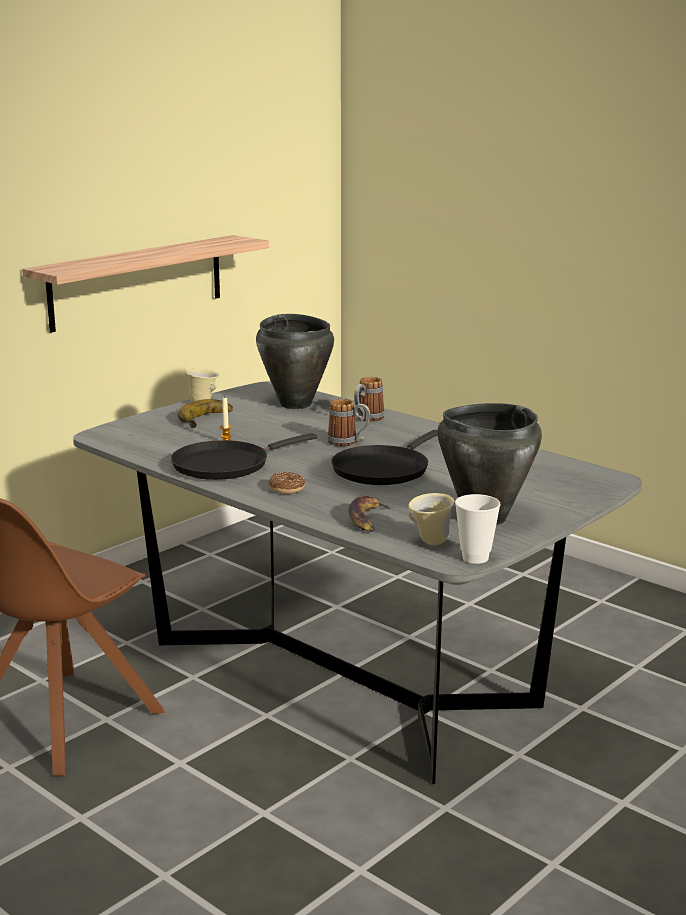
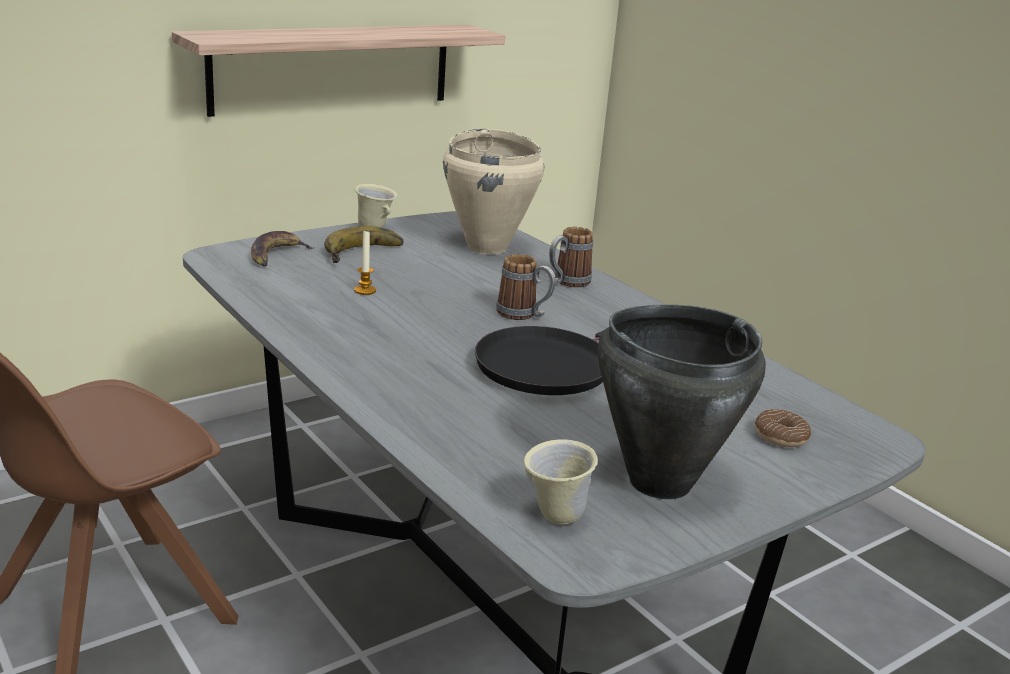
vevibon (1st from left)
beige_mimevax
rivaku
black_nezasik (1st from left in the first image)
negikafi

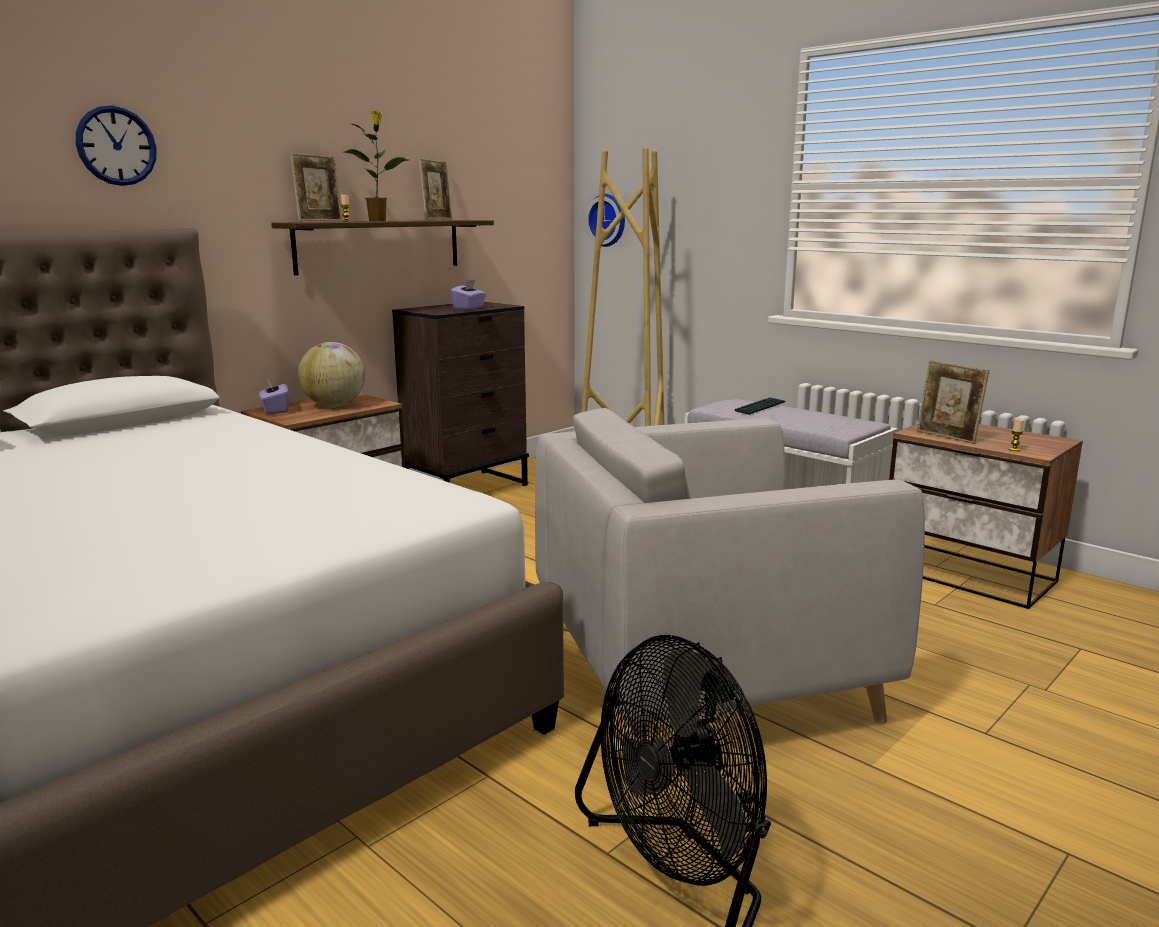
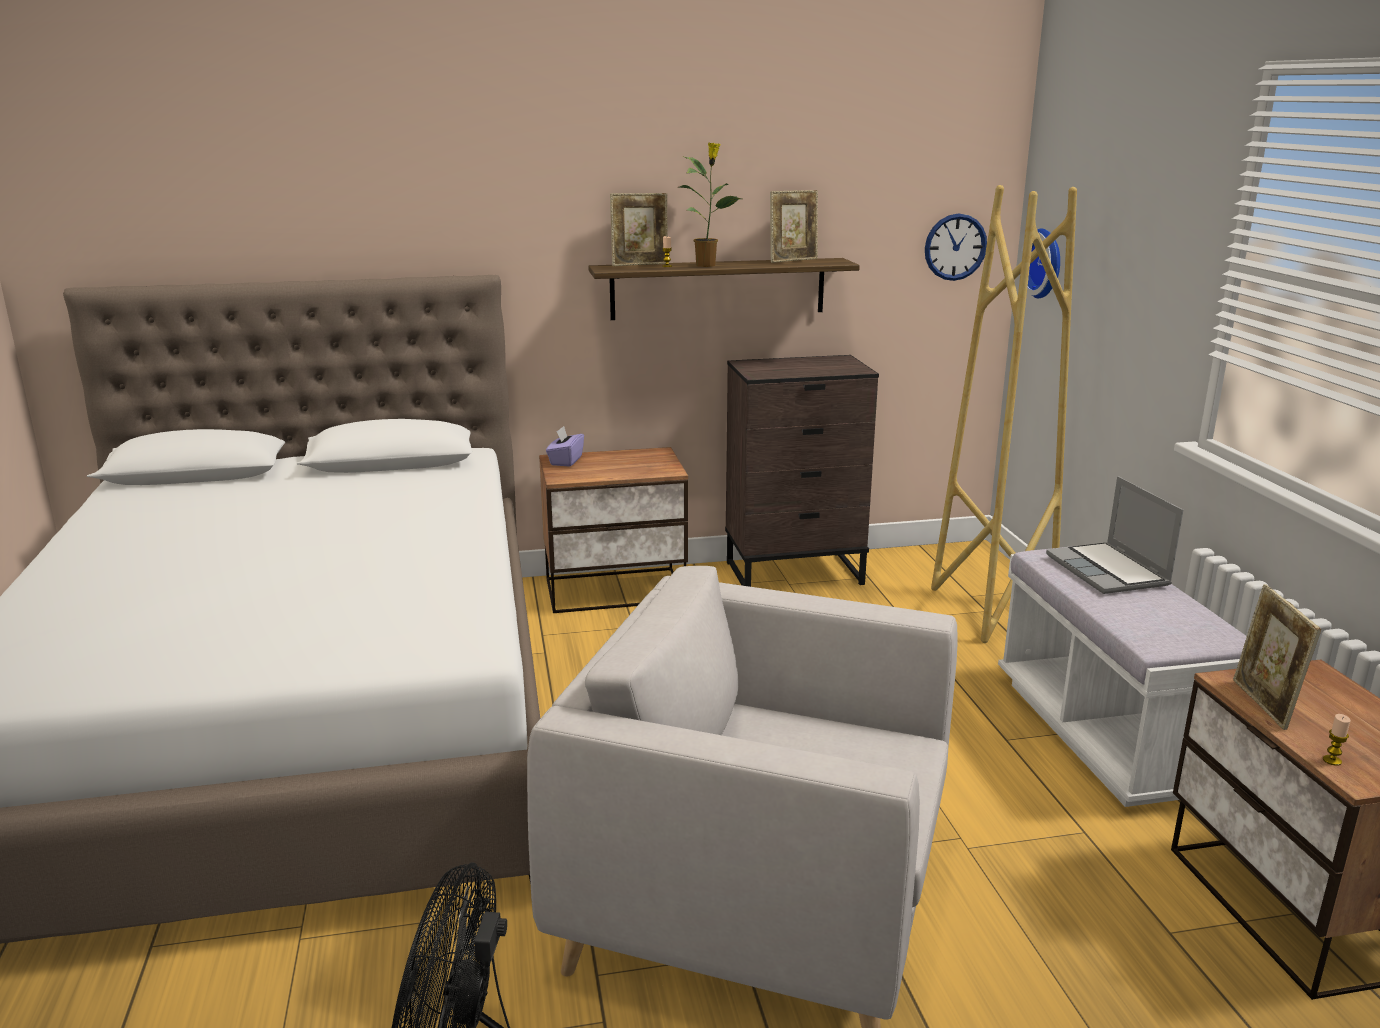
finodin (1st from left)
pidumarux
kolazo
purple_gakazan (2nd from left in the first image)

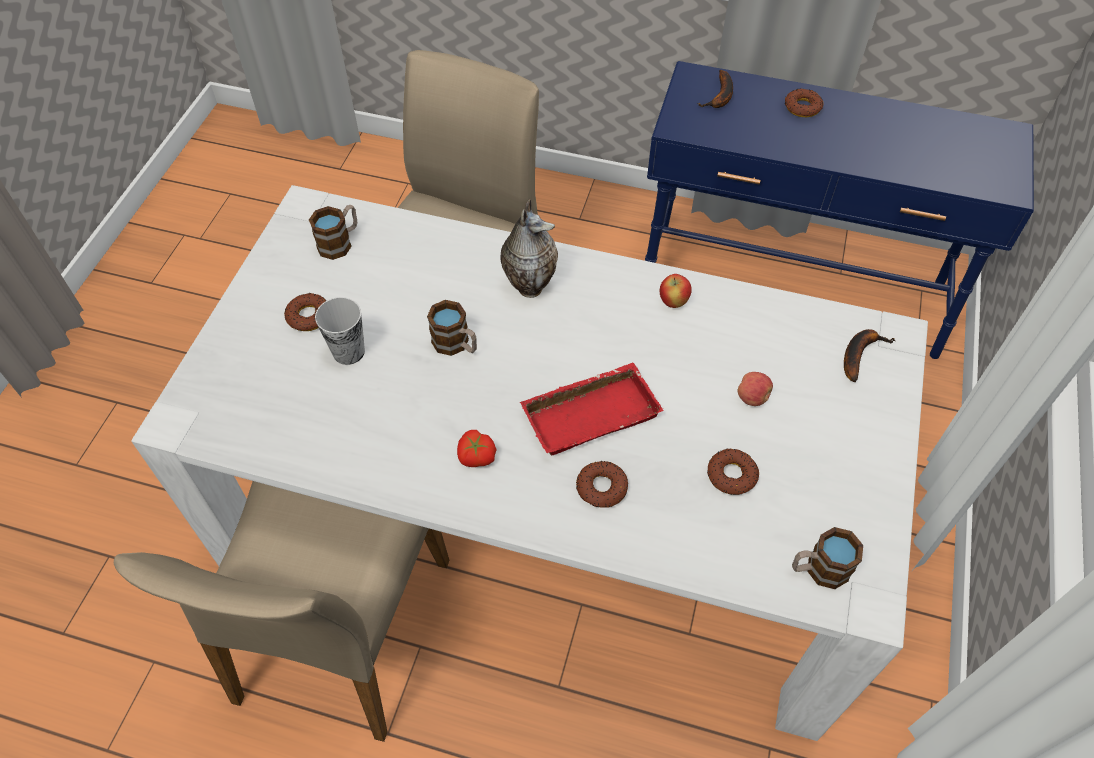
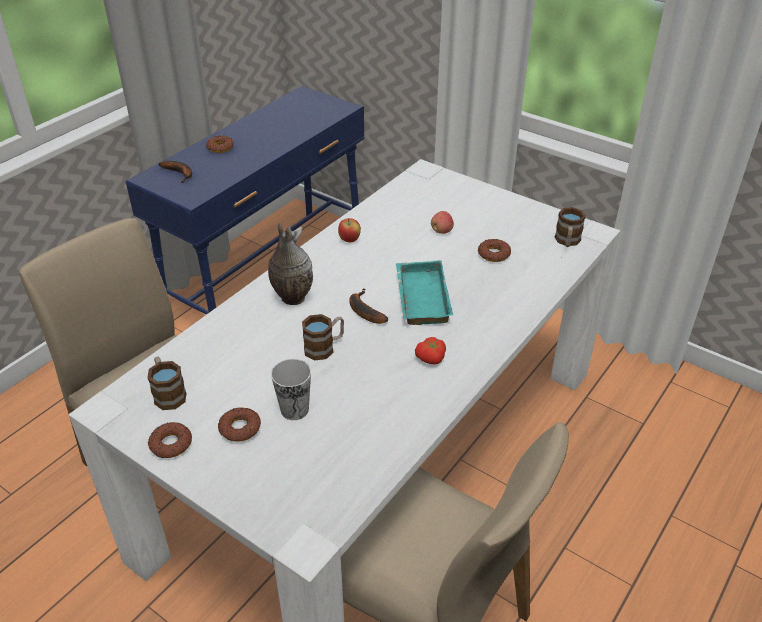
rivaku (1st from left)
vevibon (2nd from left)
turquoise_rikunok

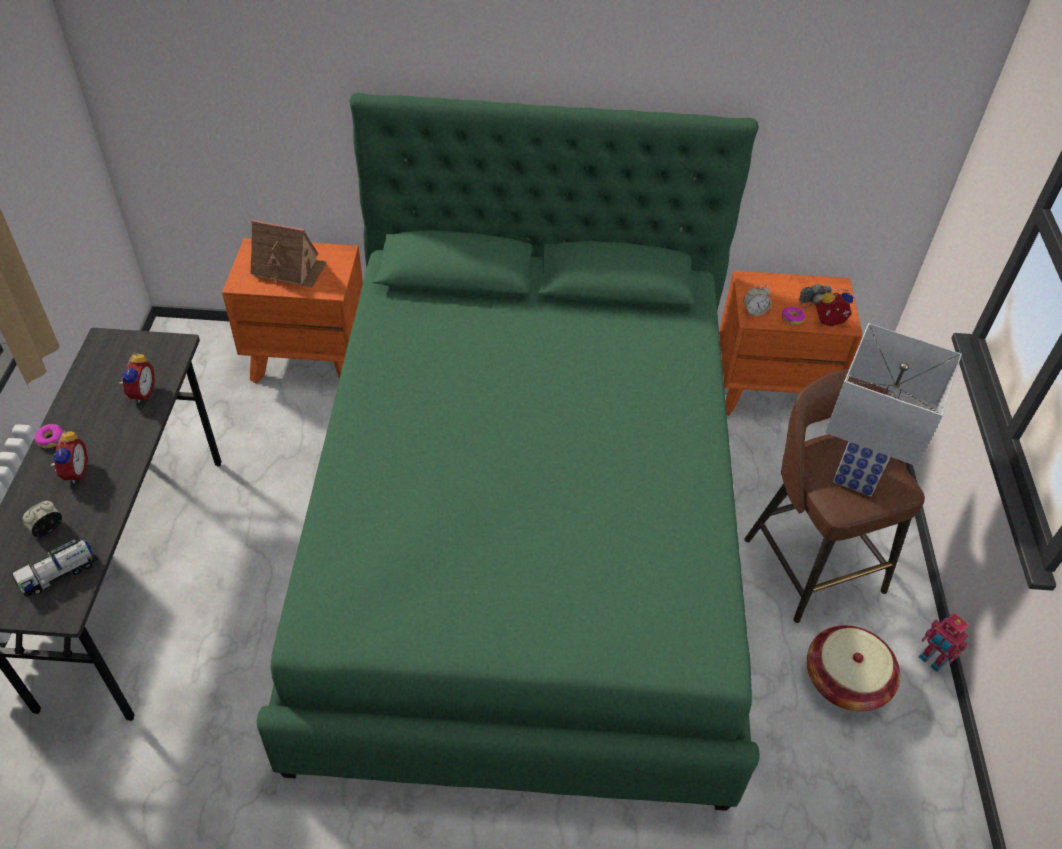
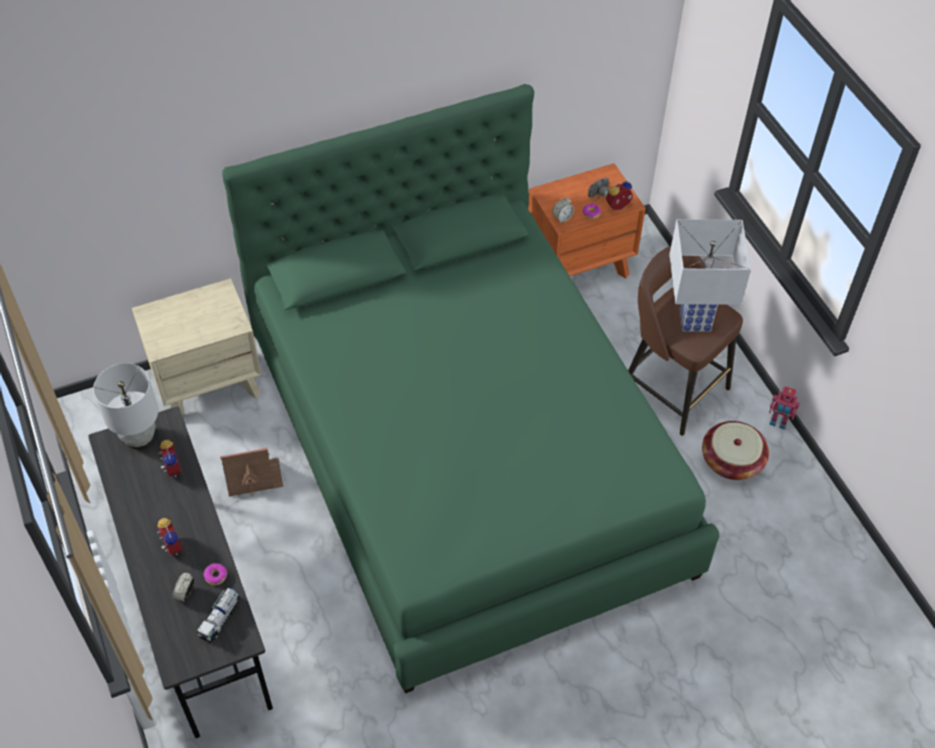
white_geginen (1st from left)
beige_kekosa
rivaku (1st from left)
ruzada

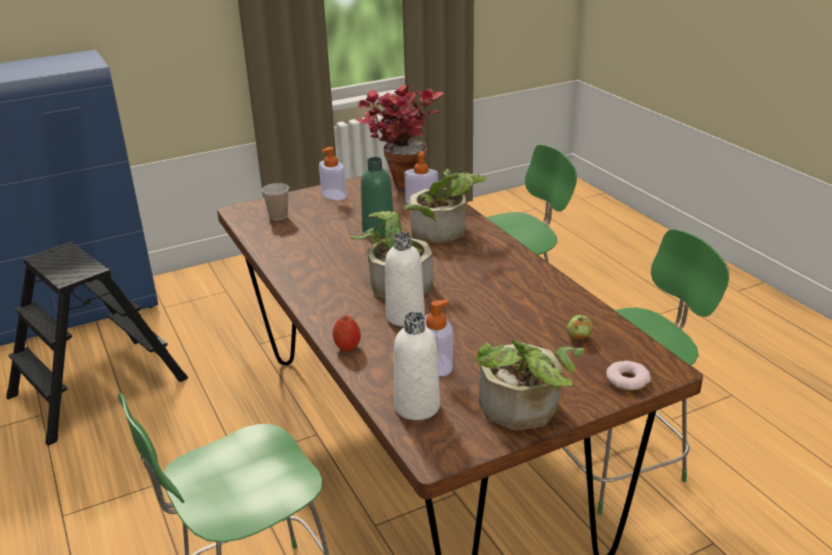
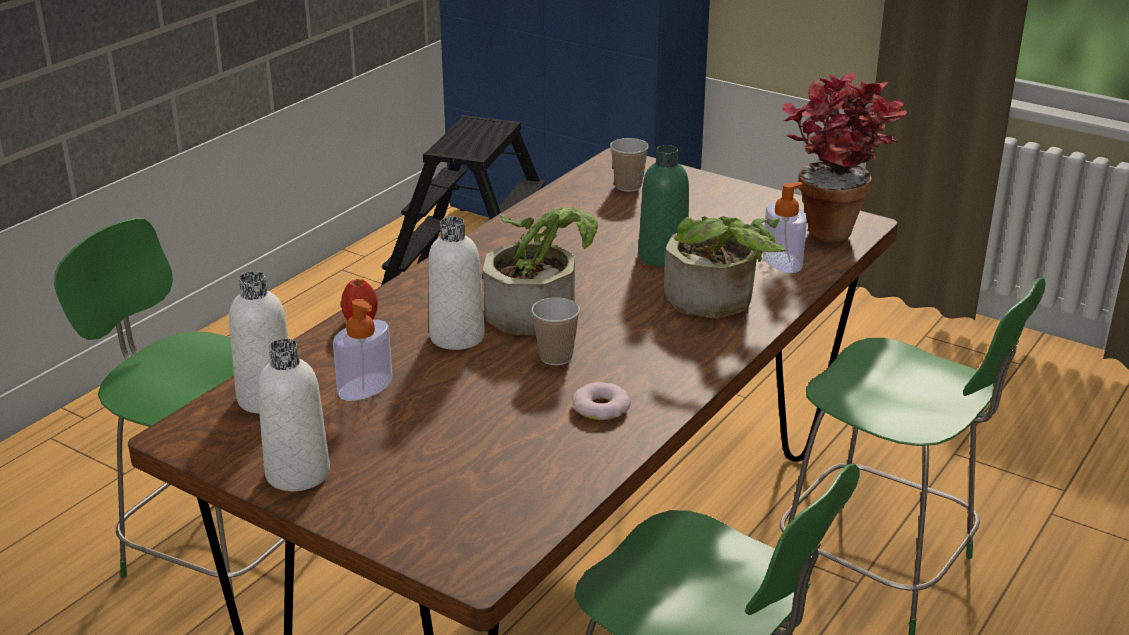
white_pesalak (2nd from left)
negikafi (1st from left)
rivaku
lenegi (1st from left in the first image)
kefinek (2nd from left in the first image)

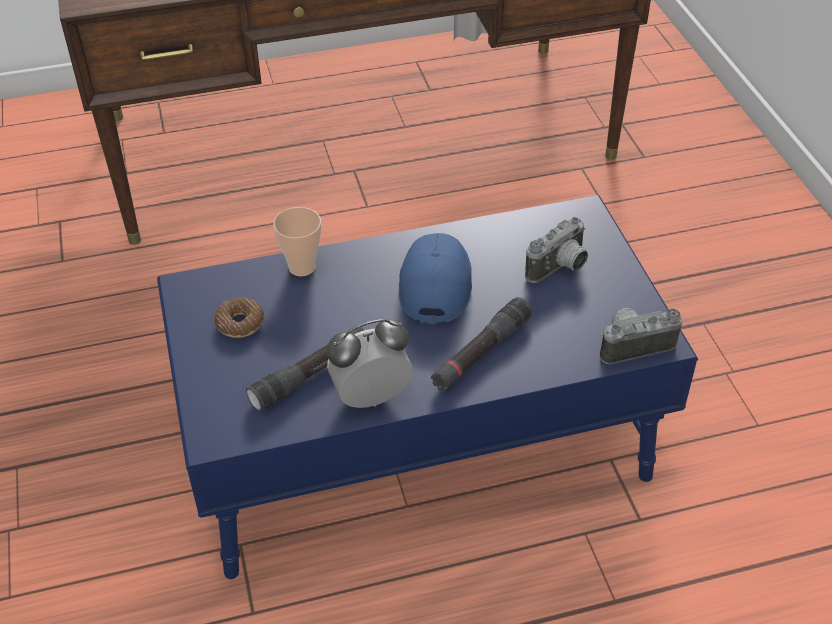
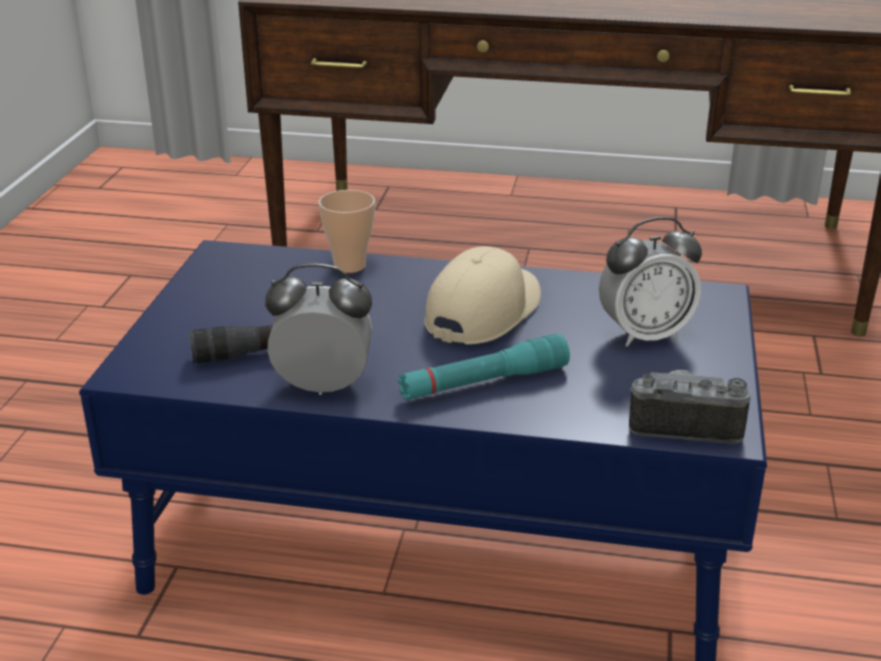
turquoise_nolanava
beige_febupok
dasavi (2nd from left)
rivaku

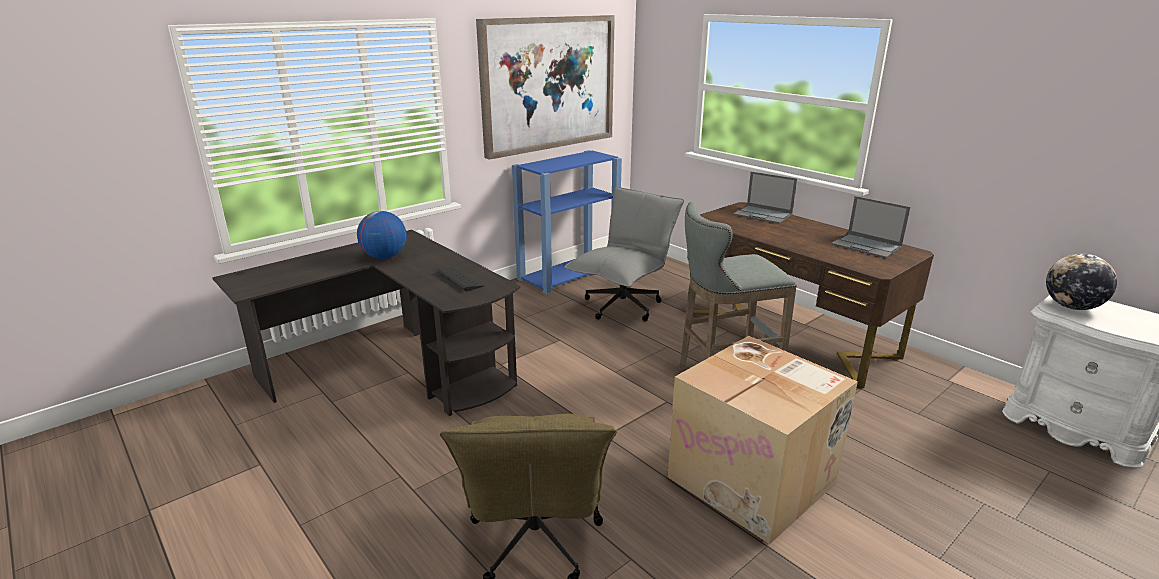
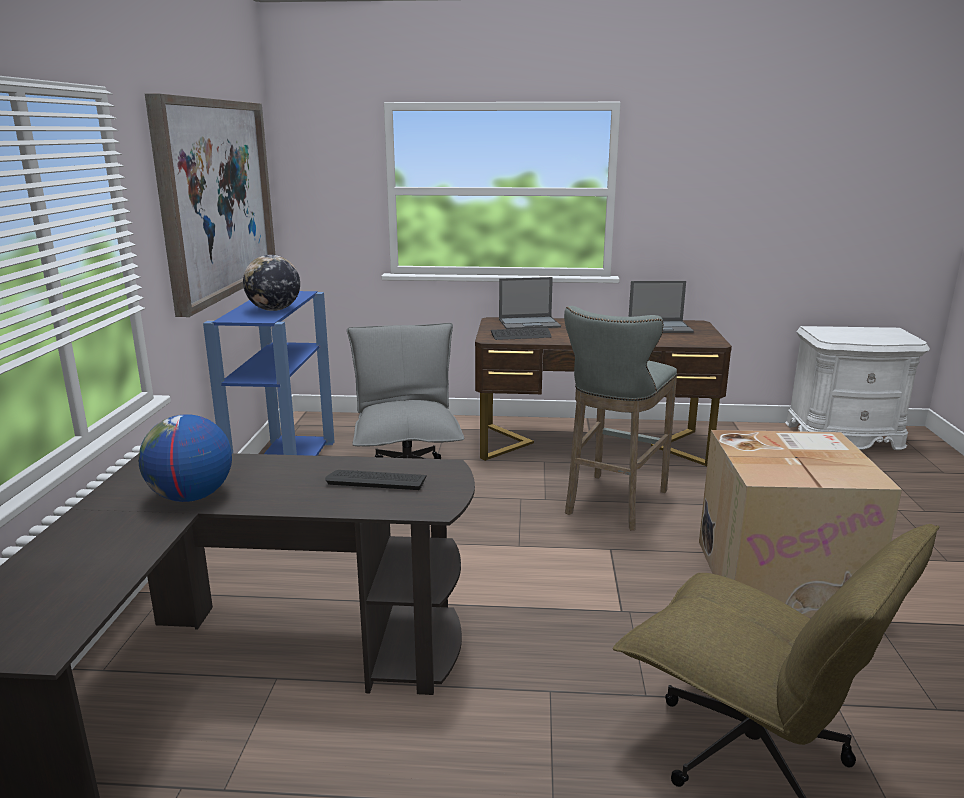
kolazo (2nd from left)
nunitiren (2nd from left)

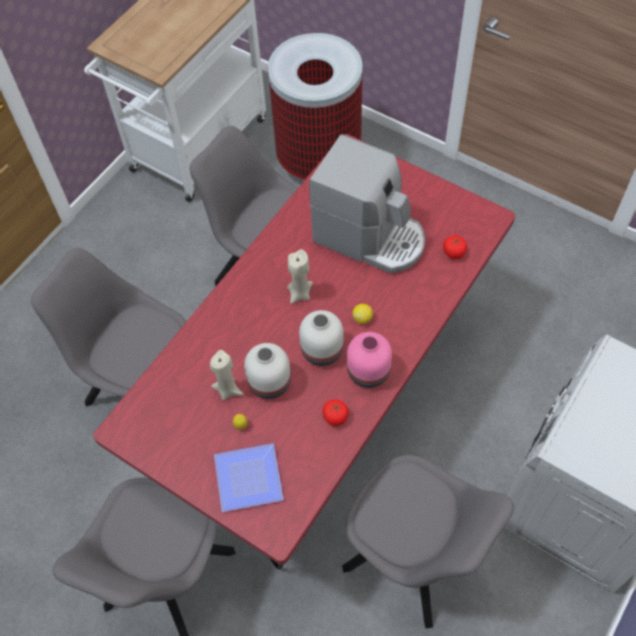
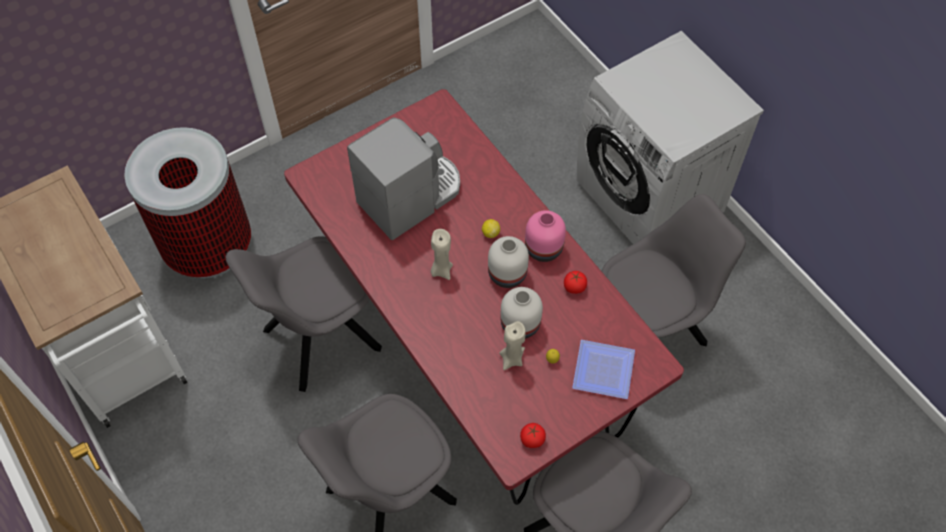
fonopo (1st from left)

